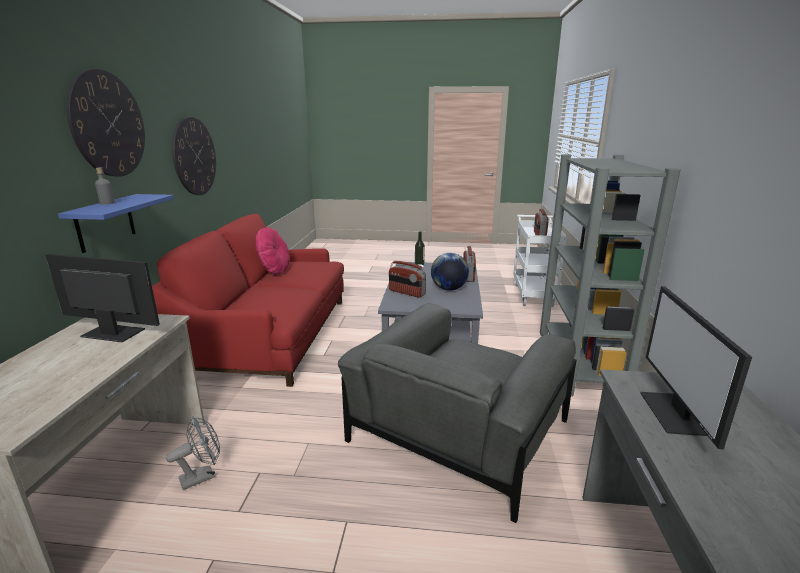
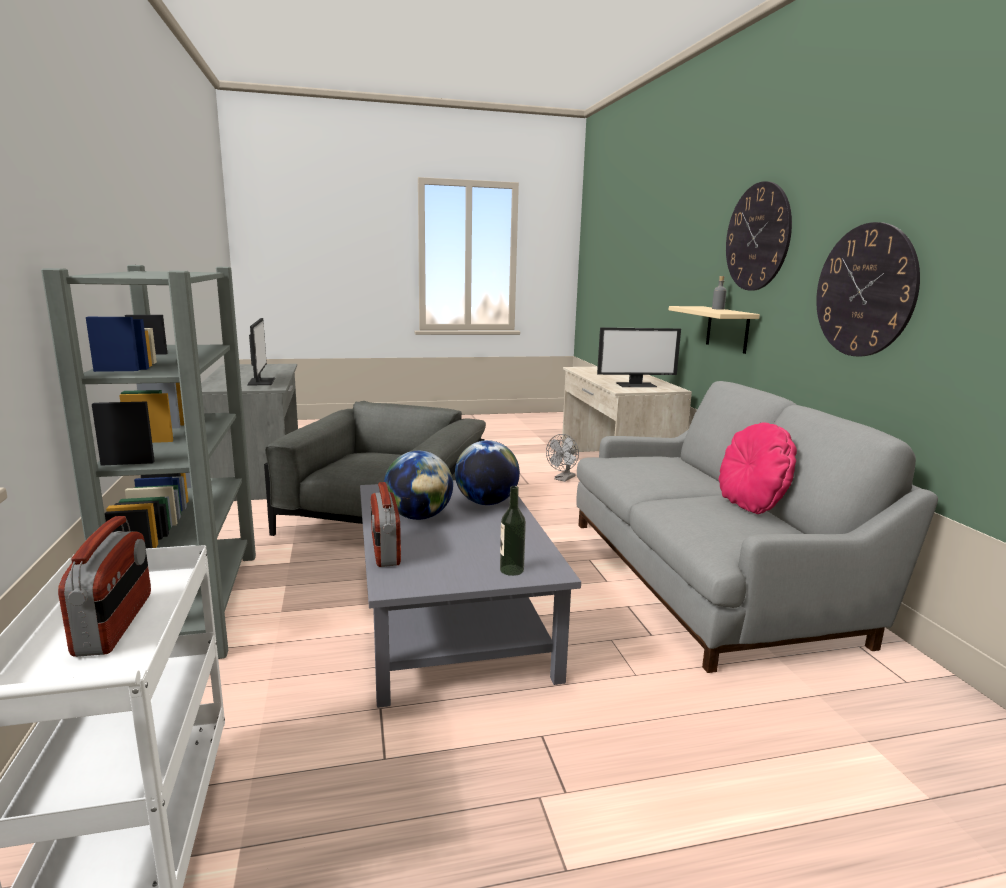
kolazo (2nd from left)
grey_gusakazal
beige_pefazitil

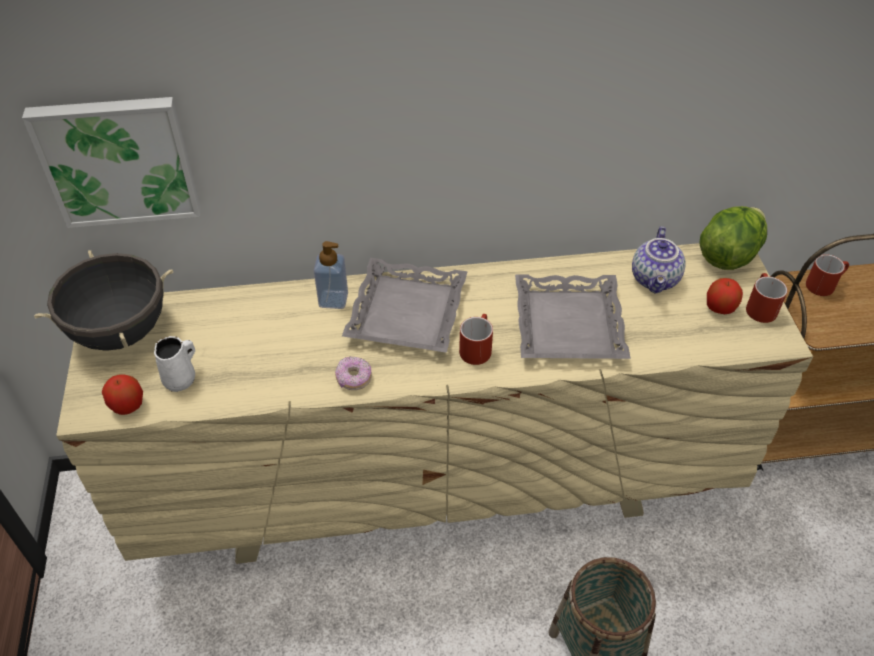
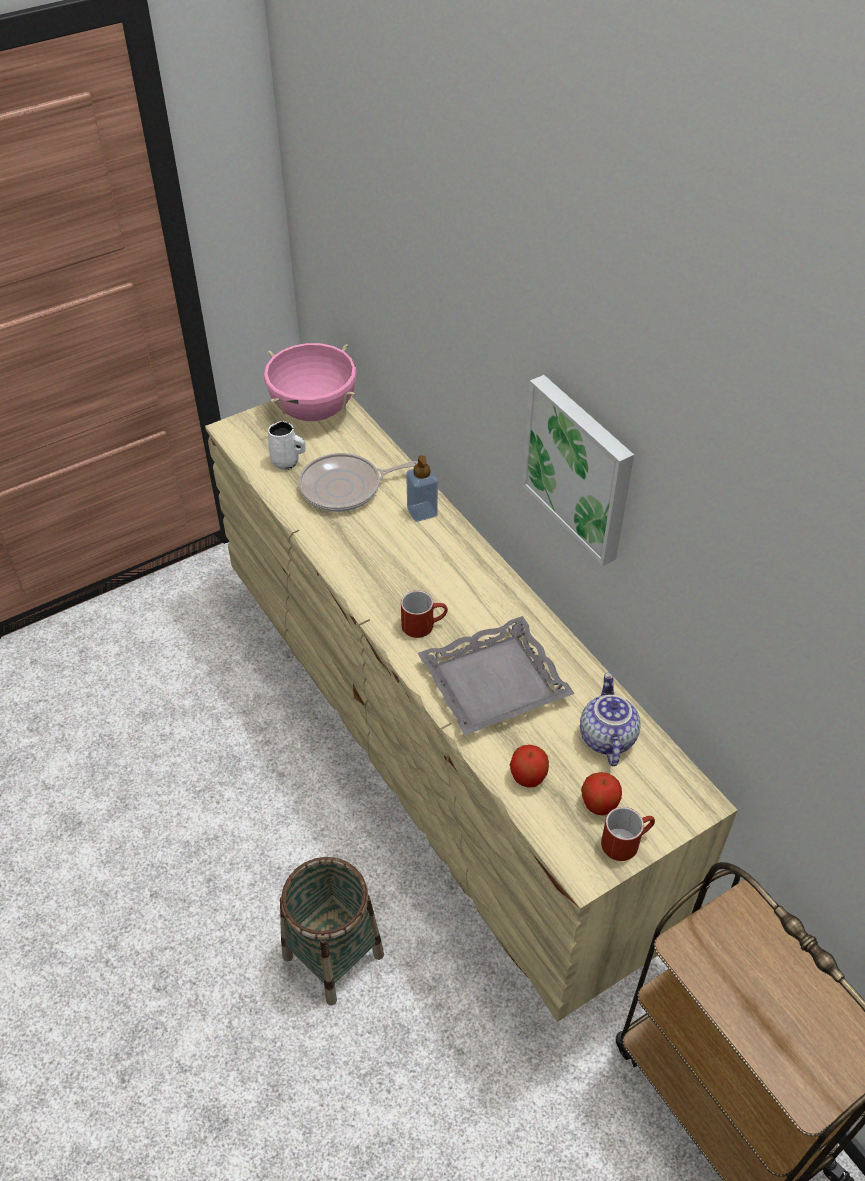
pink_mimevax
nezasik
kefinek (1st from left)
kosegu
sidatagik
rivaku
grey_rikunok (1st from left in the first image)
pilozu
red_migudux (3rd from left in the first image)

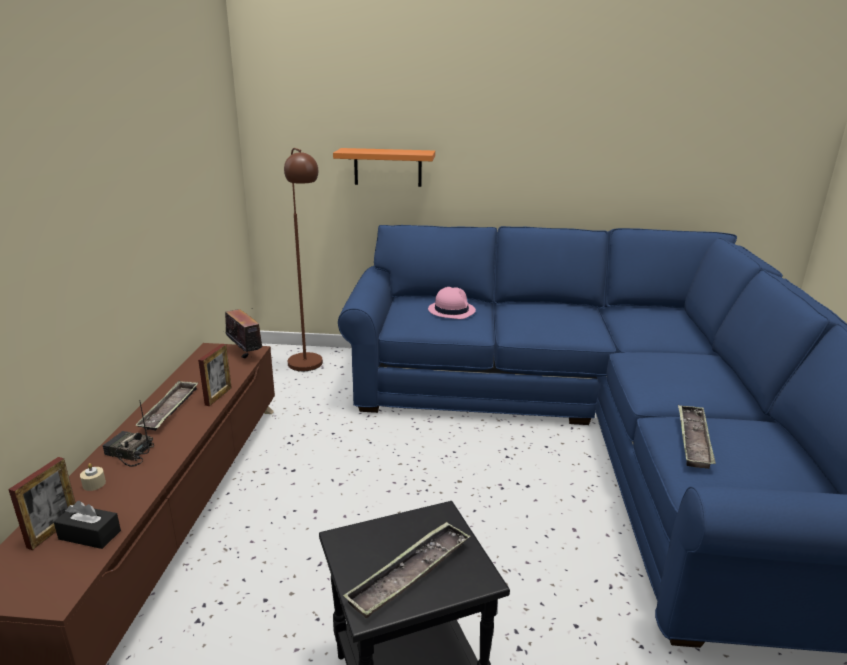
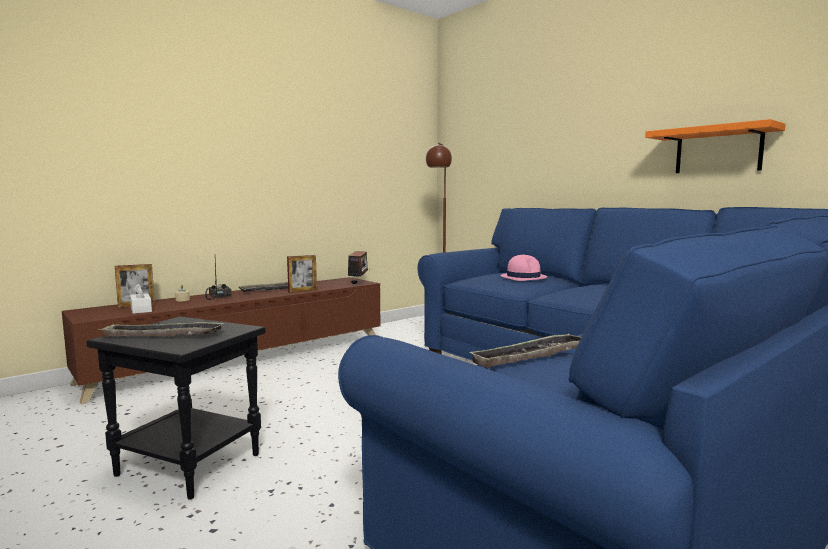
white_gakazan
orange_pefazitil

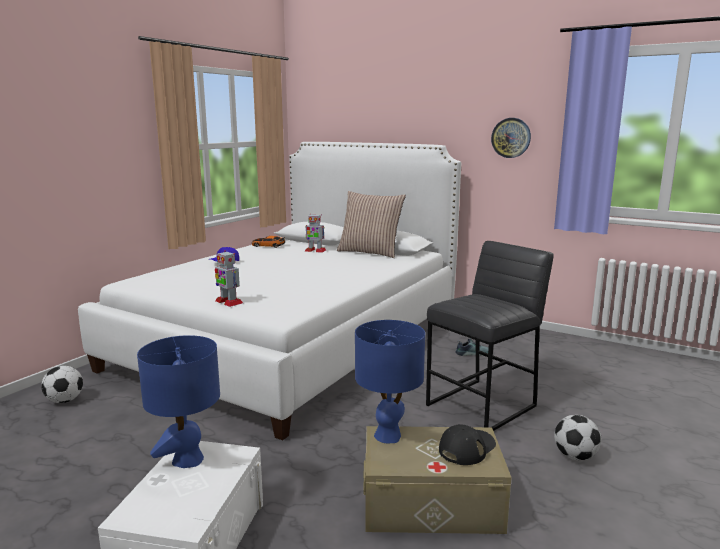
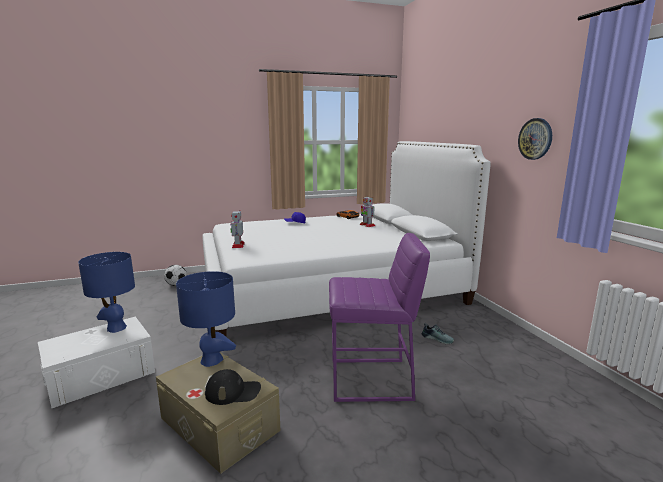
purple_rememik
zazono
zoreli (2nd from left in the first image)

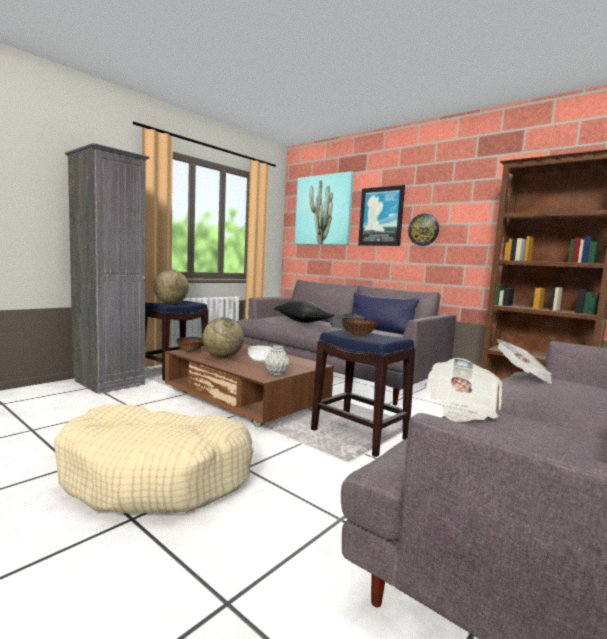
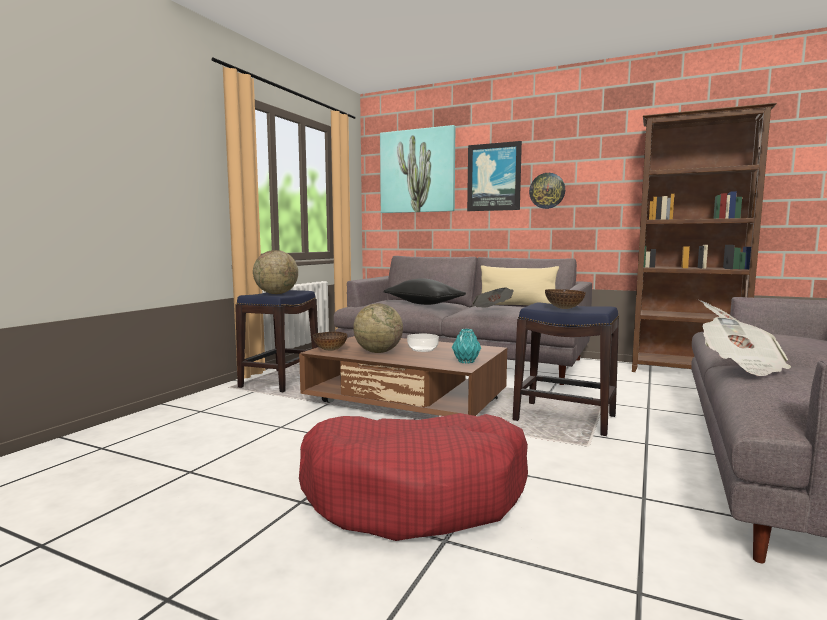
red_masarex
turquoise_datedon
beige_zazono
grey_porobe

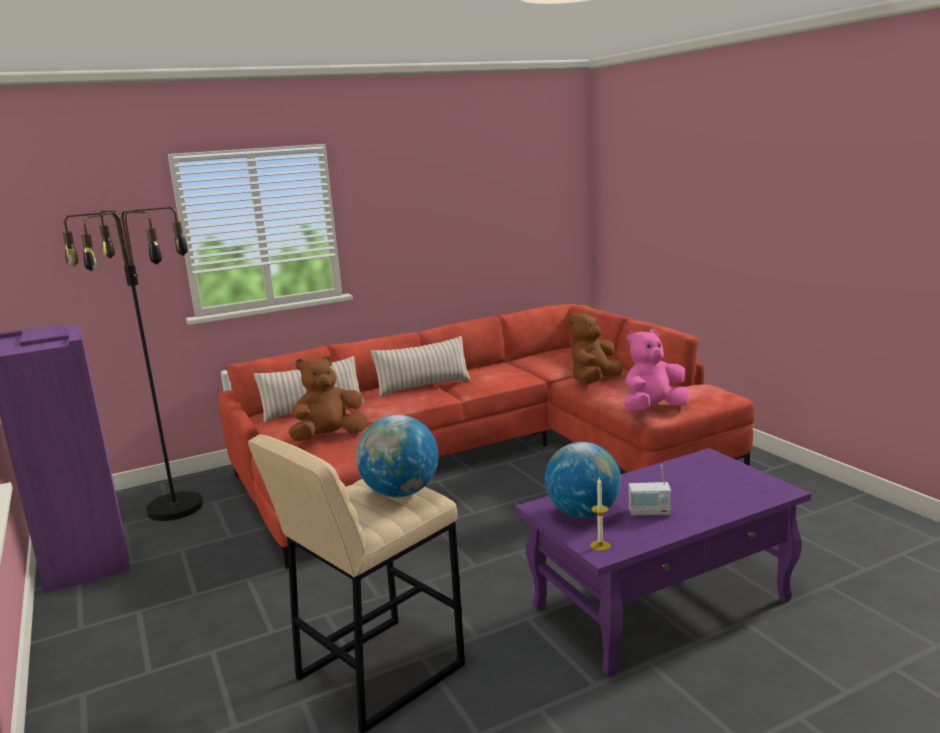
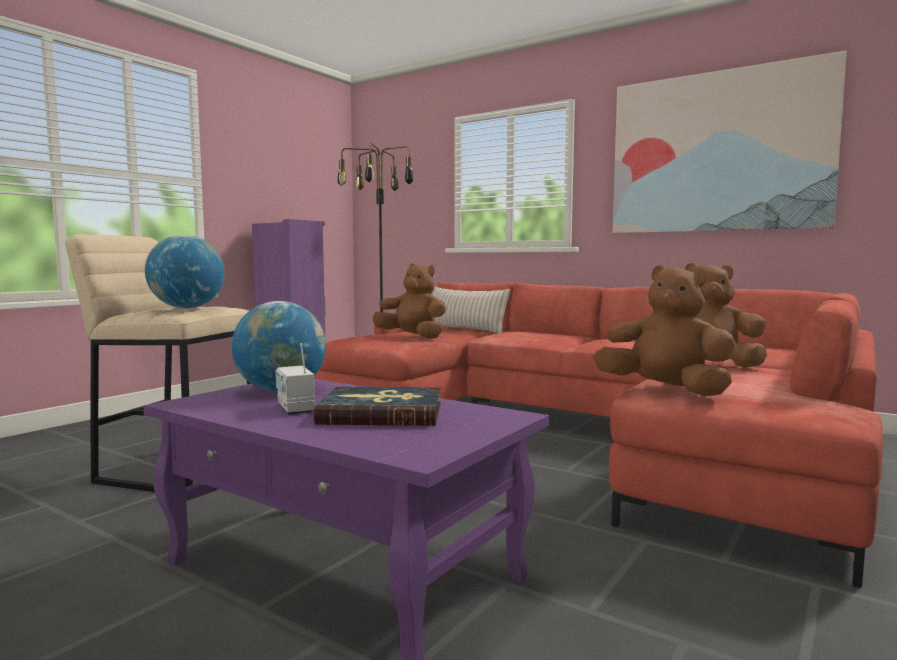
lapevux
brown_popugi (2nd from left)
kosegu
beige_zazono (2nd from left in the first image)
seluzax

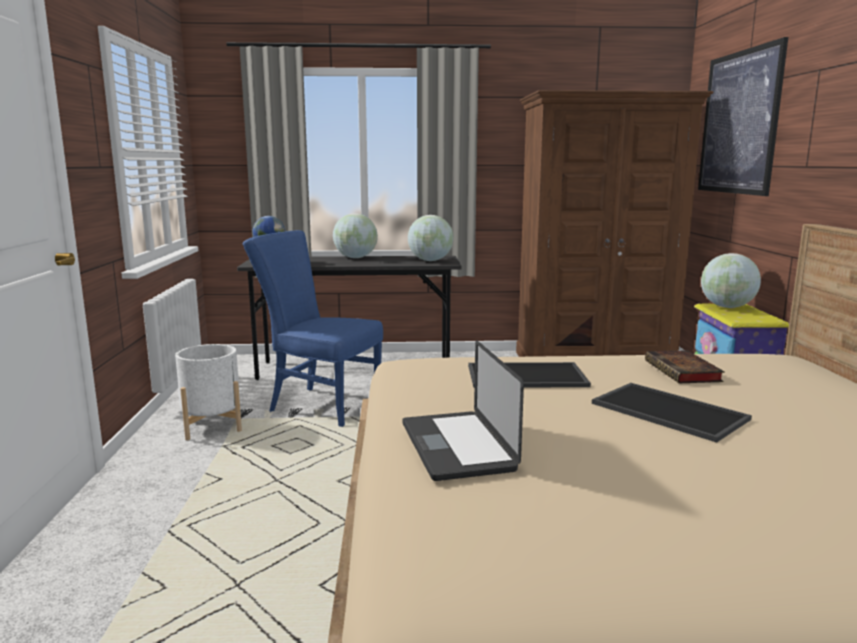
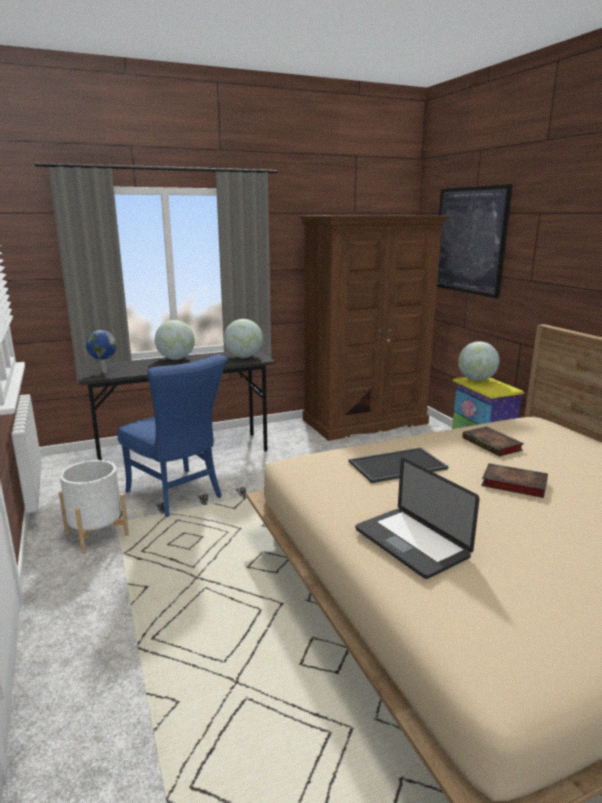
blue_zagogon
lapevux (2nd from left)

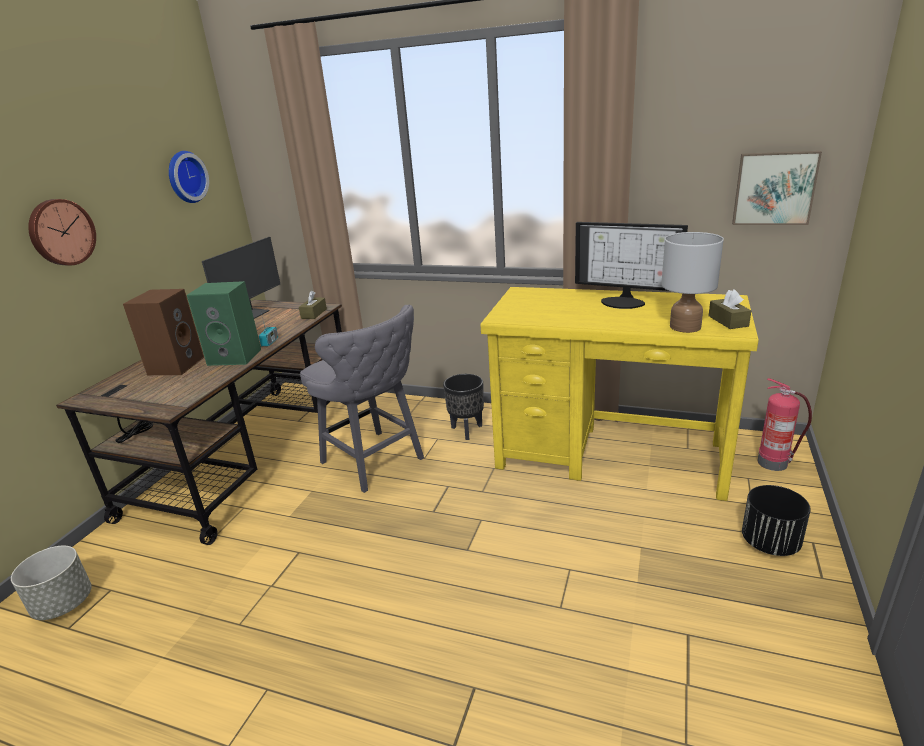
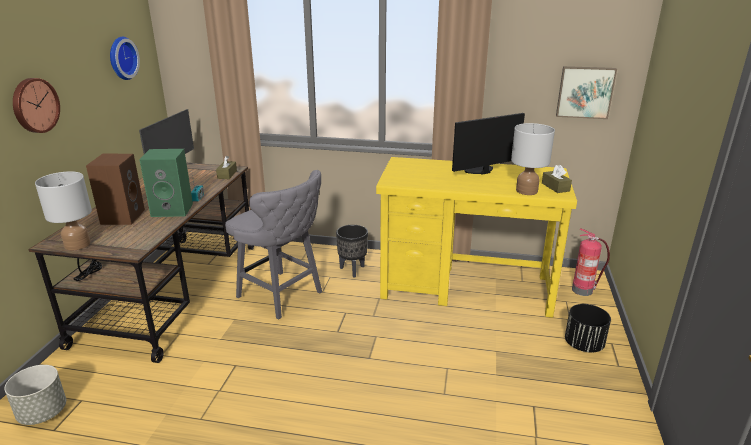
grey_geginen (1st from left)
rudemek (2nd from left)

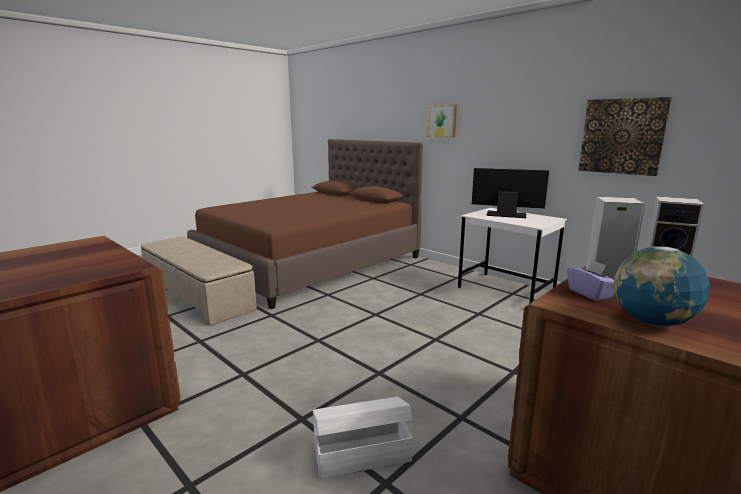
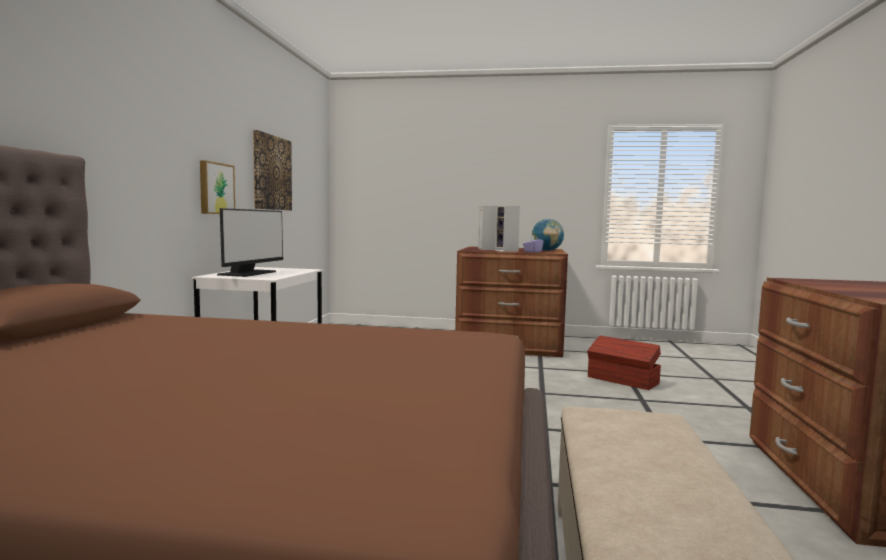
kosegu (1st from left)
rudemek
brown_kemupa

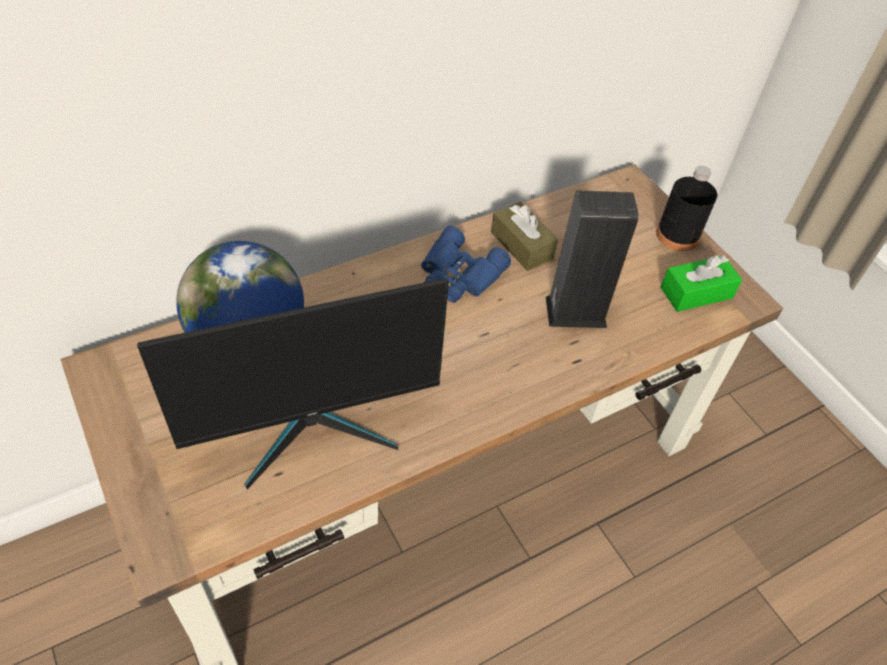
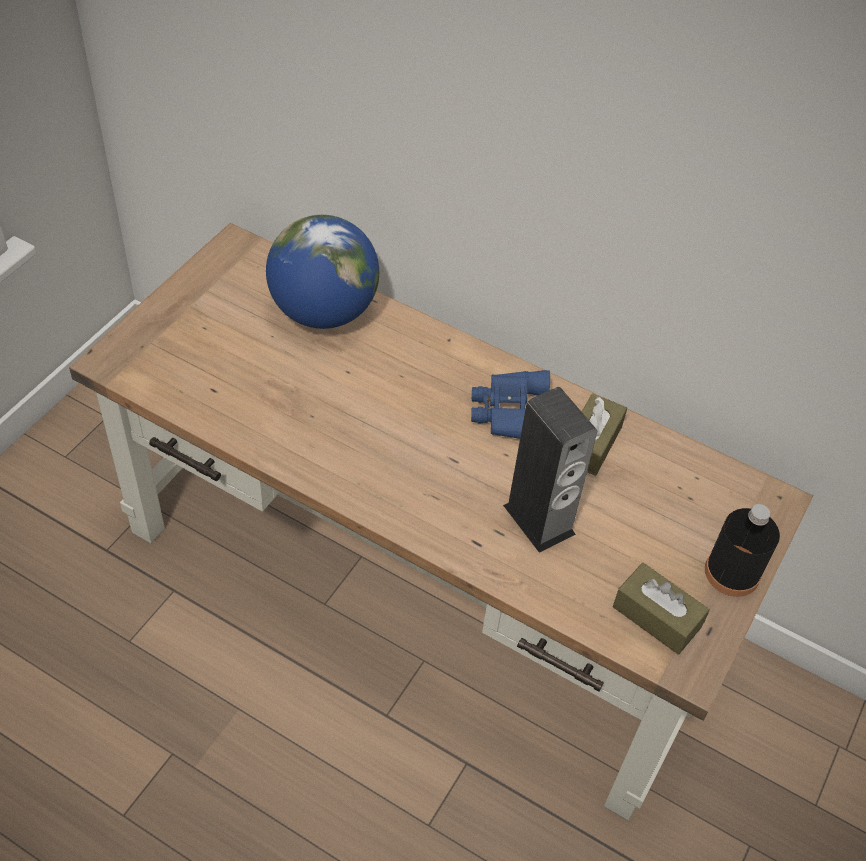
brown_gakazan (2nd from left)
rudemek

